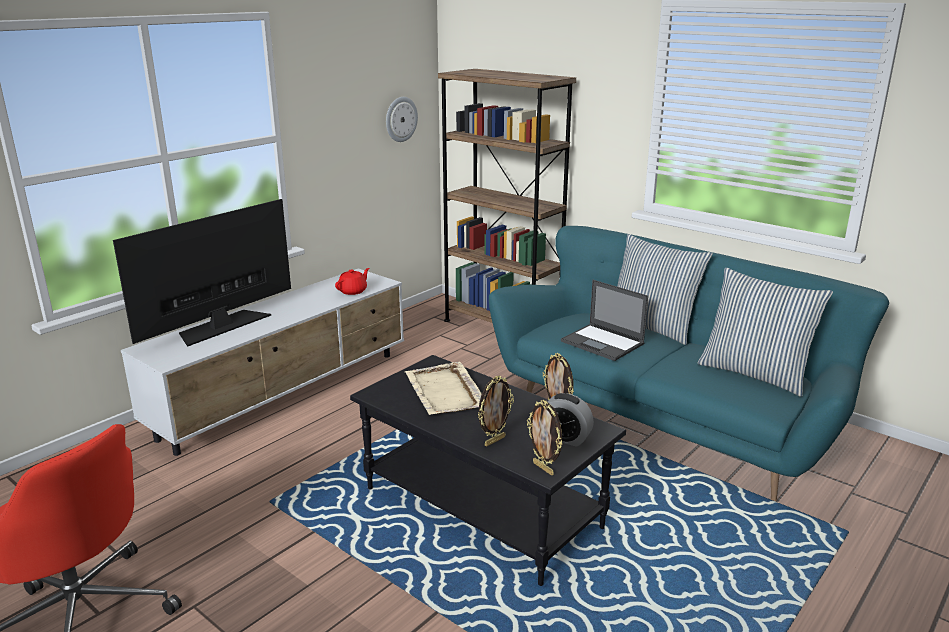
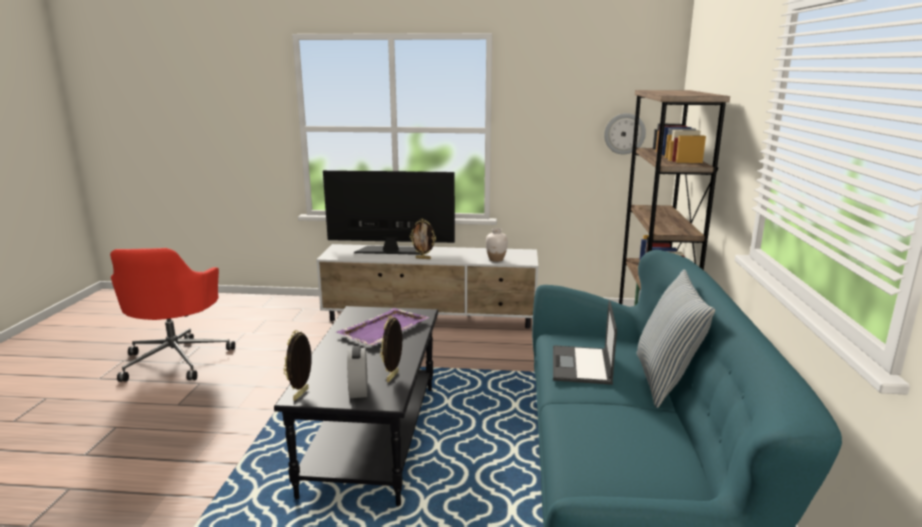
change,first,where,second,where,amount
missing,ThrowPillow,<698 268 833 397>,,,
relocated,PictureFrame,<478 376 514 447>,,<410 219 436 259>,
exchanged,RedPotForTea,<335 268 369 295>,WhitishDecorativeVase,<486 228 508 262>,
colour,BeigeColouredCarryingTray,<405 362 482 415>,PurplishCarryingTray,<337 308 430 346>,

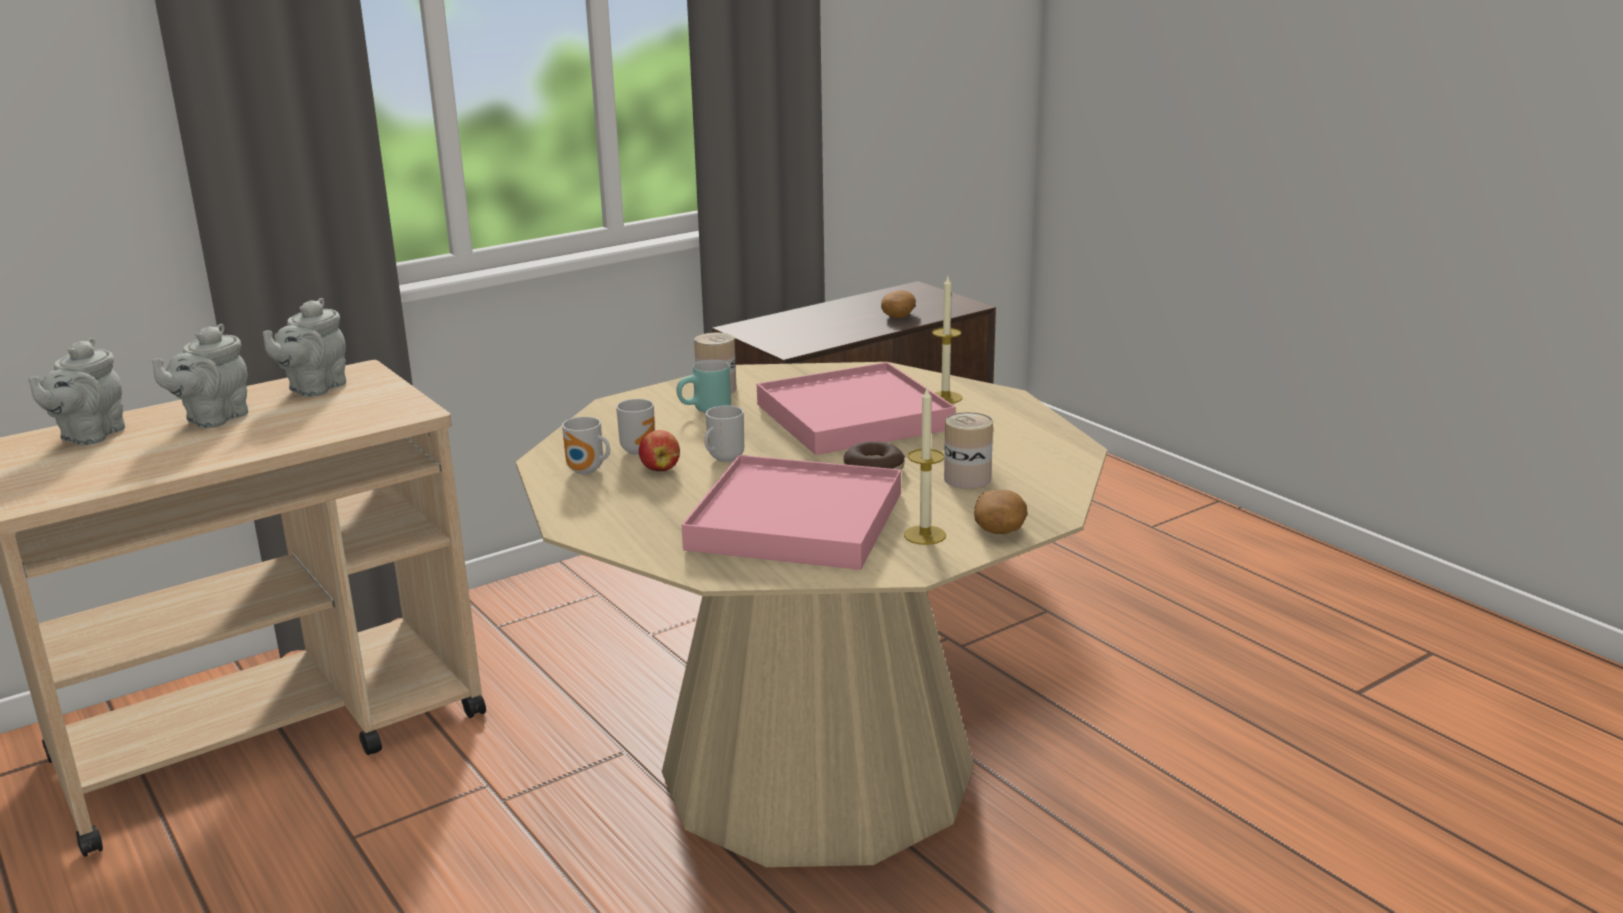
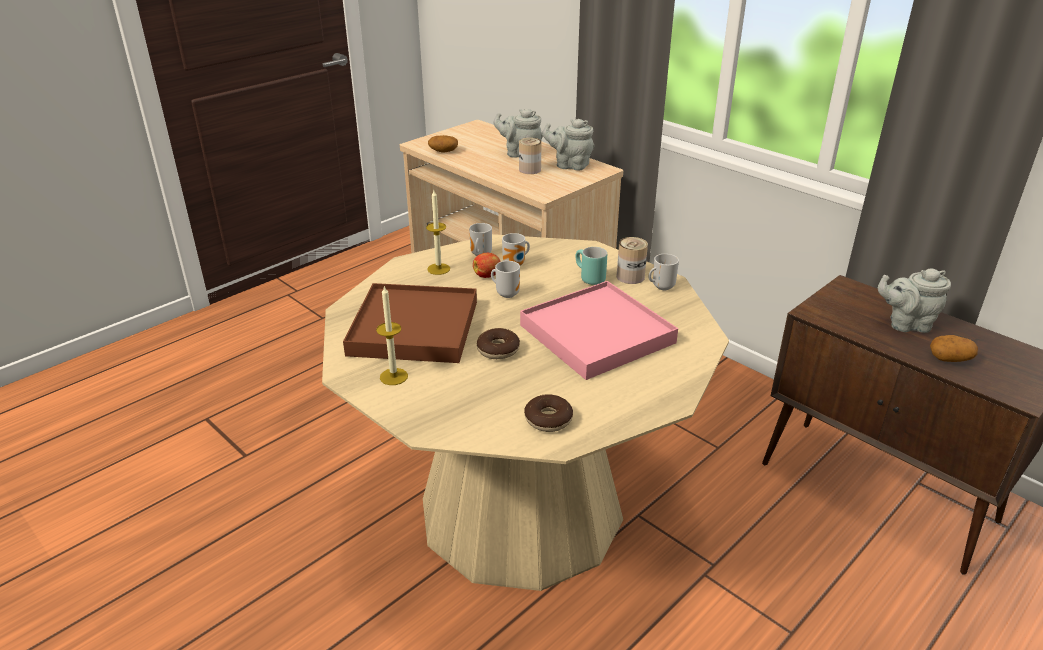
change,first,where,second,where,amount
appeared,,,Doughnut,<524 394 573 432>,
appeared,,,Mug,<648 254 679 290>,
relocated,GreyishPotForTea,<28 338 125 445>,,<878 268 951 333>,
relocated,WaxCandle,<932 277 962 404>,,<426 190 450 275>,
relocated,MetalCan,<944 412 993 489>,,<519 138 542 174>,
relocated,Spud,<974 490 1027 534>,,<428 135 458 153>,
colour,PinkishCarryingTray,<681 455 901 570>,BrownColouredCarryingTray,<343 283 477 363>,

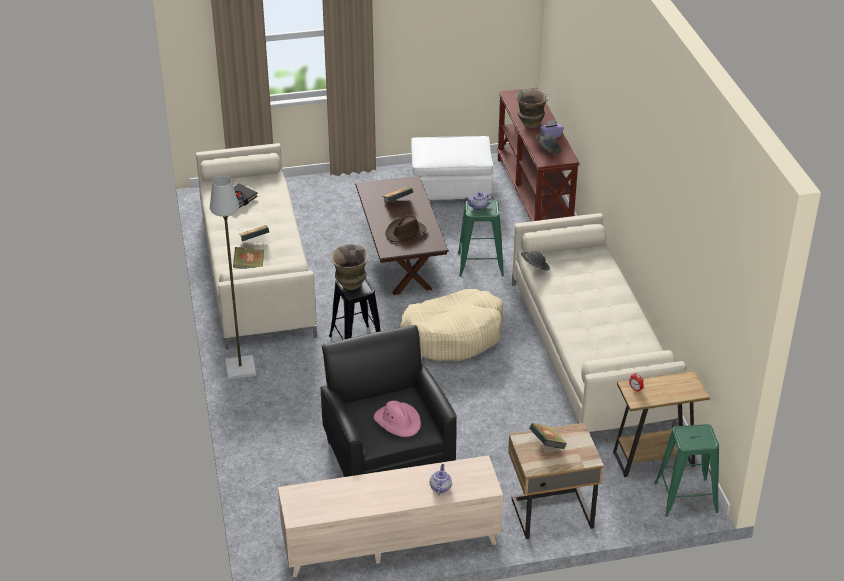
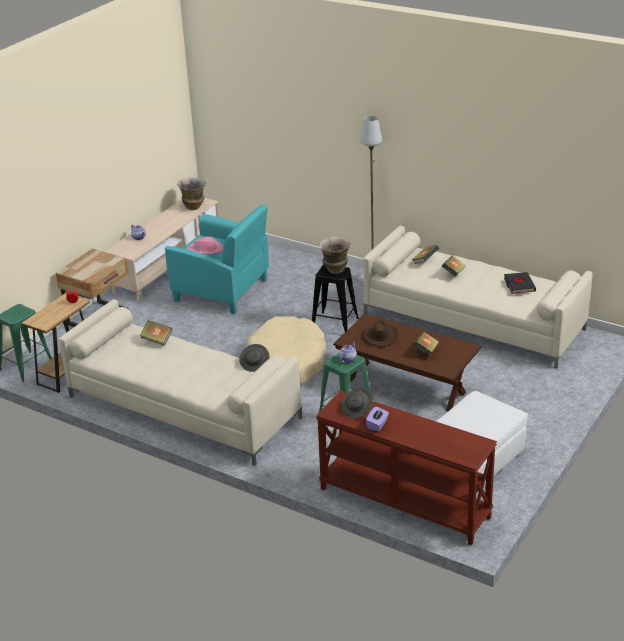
change,first,where,second,where,amount
relocated,DecorativeVase,<516 88 549 128>,,<177 177 206 210>,
relocated,Volume,<529 423 567 449>,,<140 320 172 346>,
colour,BlackishArmchair,<321 325 457 477>,BlueGreenArmchair,<165 205 269 314>,

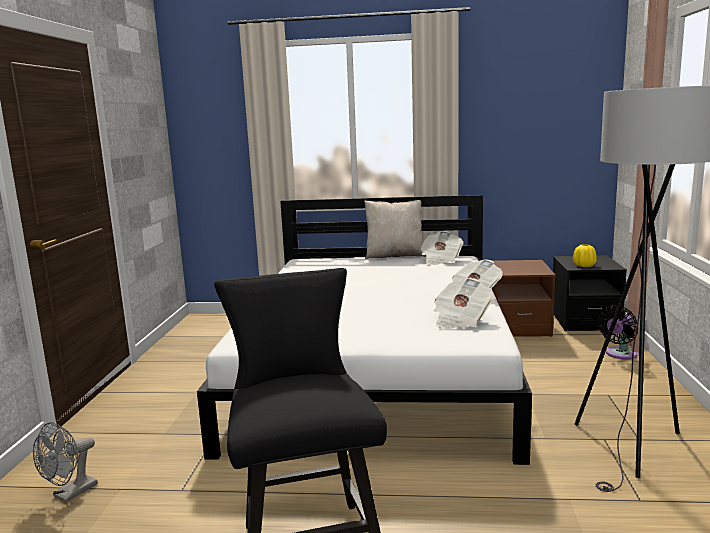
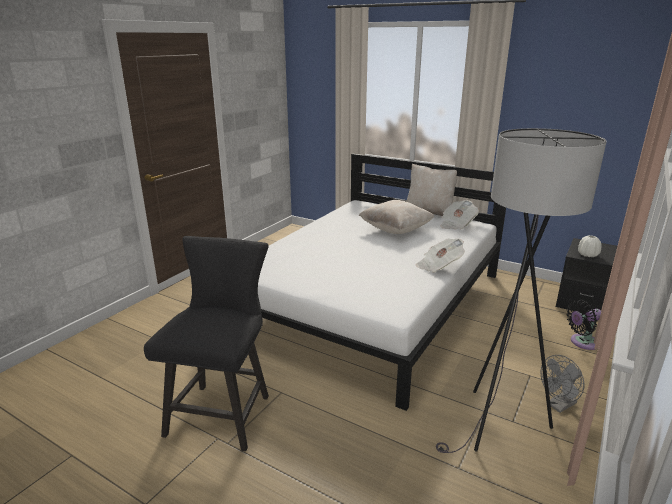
change,first,where,second,where,amount
missing,Newspaper,<434 278 494 329>,,,
missing,BrownColouredBedsideTable,<492 260 555 337>,,,
appeared,,,BeigeColouredThrowPillow,<359 200 434 234>,
relocated,GreyishElectricFan,<33 422 98 503>,,<541 355 584 413>,
colour,YellowColouredDecorativeVase,<573 244 597 267>,WhitishDecorativeVase,<578 235 601 257>,

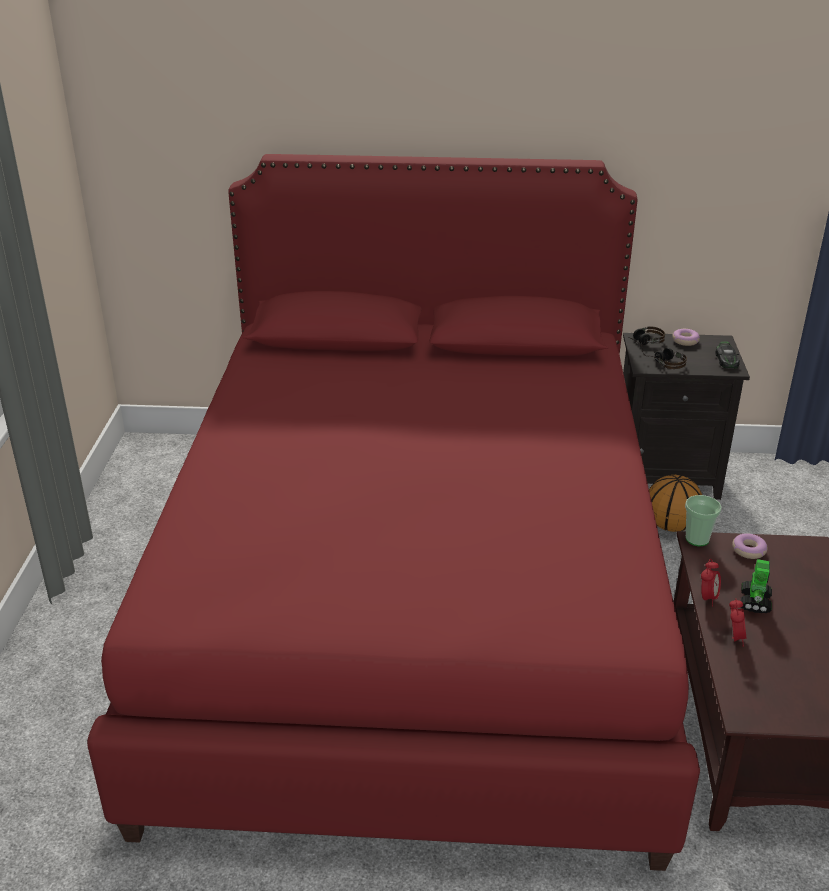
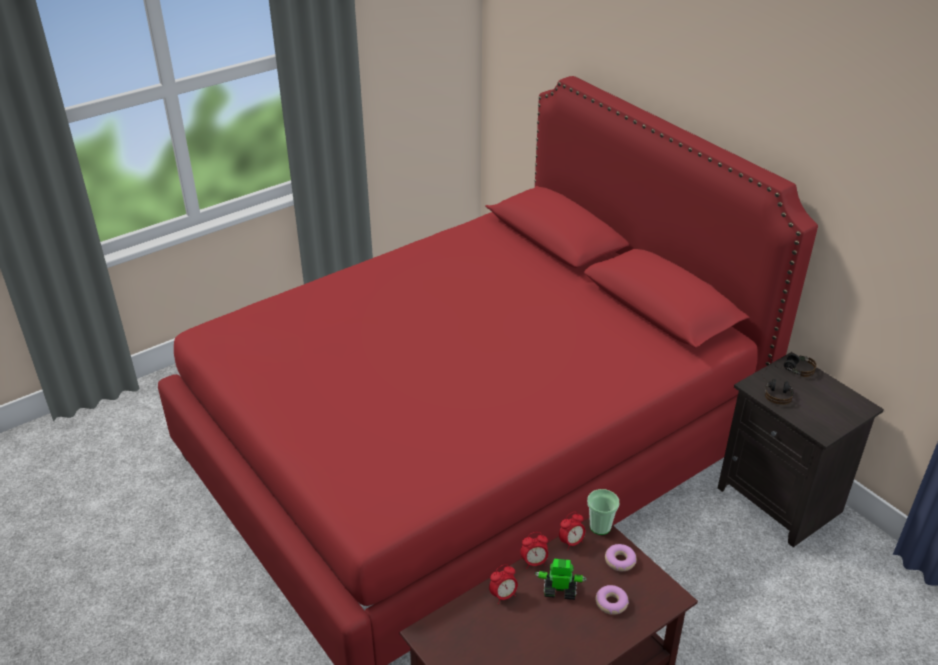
change,first,where,second,where,amount
missing,BasketballBall,<649 475 702 532>,,,
missing,ModelCar,<715 341 740 369>,,,
appeared,,,BedsideClock,<559 512 585 550>,
relocated,Doughnut,<672 329 700 346>,,<596 585 629 615>,
spun,RobotFigure,<741 559 772 613>,,<535 558 586 600>,150 degrees counterclockwise

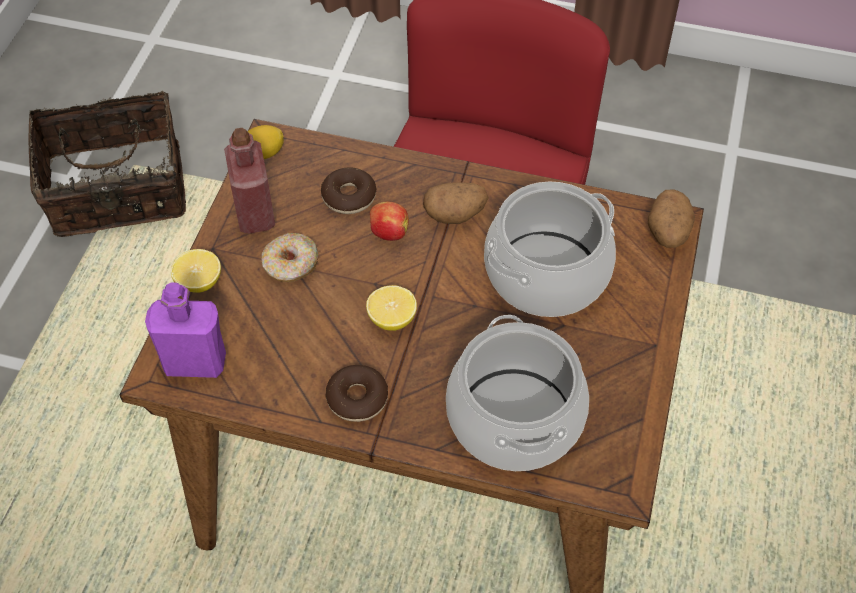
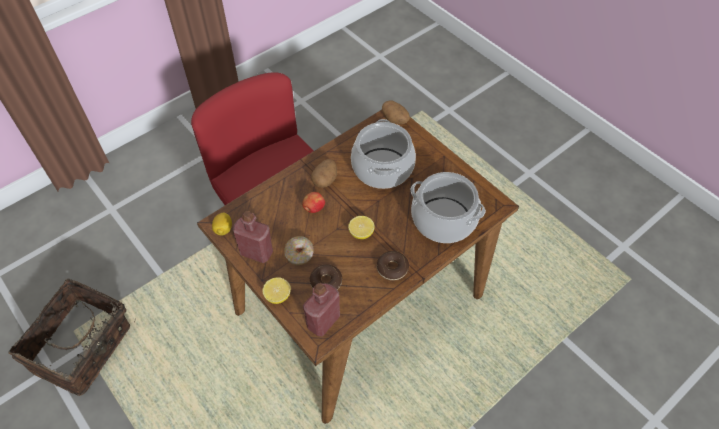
change,first,where,second,where,amount
relocated,Doughnut,<321 167 376 214>,,<309 264 342 290>,
colour,PurplishDrinkBottle,<145 283 226 378>,RedDrinkBottle,<303 283 340 336>,

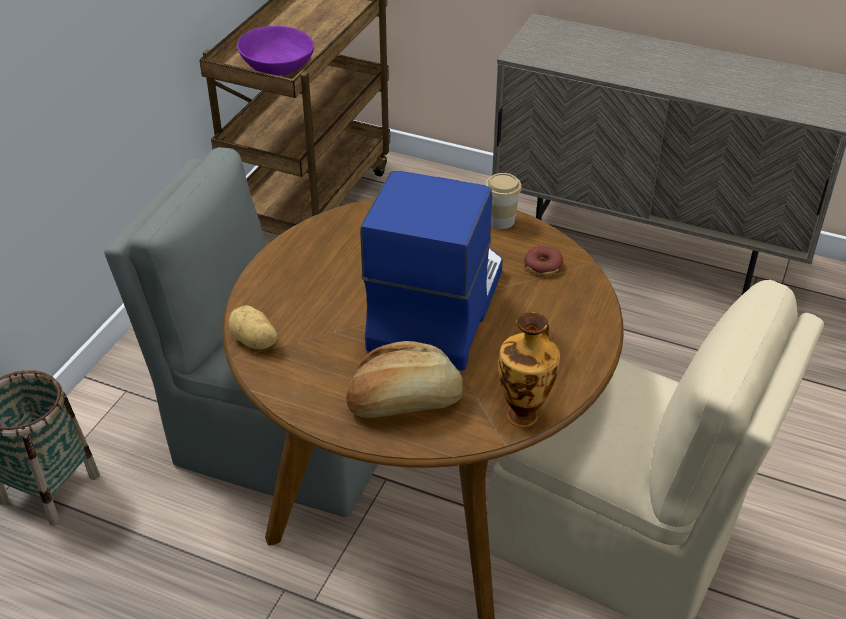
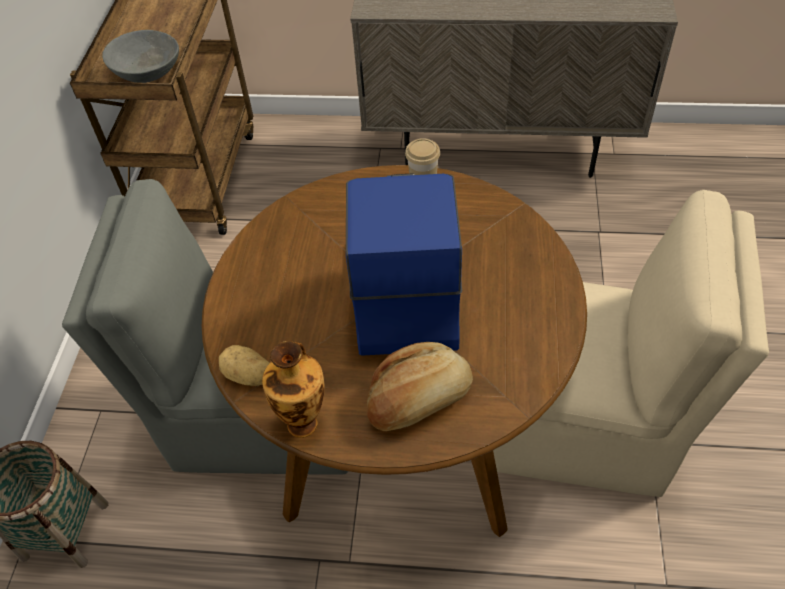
change,first,where,second,where,amount
missing,Doughnut,<524 246 563 276>,,,
relocated,DecorativeVase,<499 312 560 427>,,<262 341 325 438>,
colour,PurplishDeepDish,<237 26 314 76>,GreyishDeepDish,<102 30 179 83>,

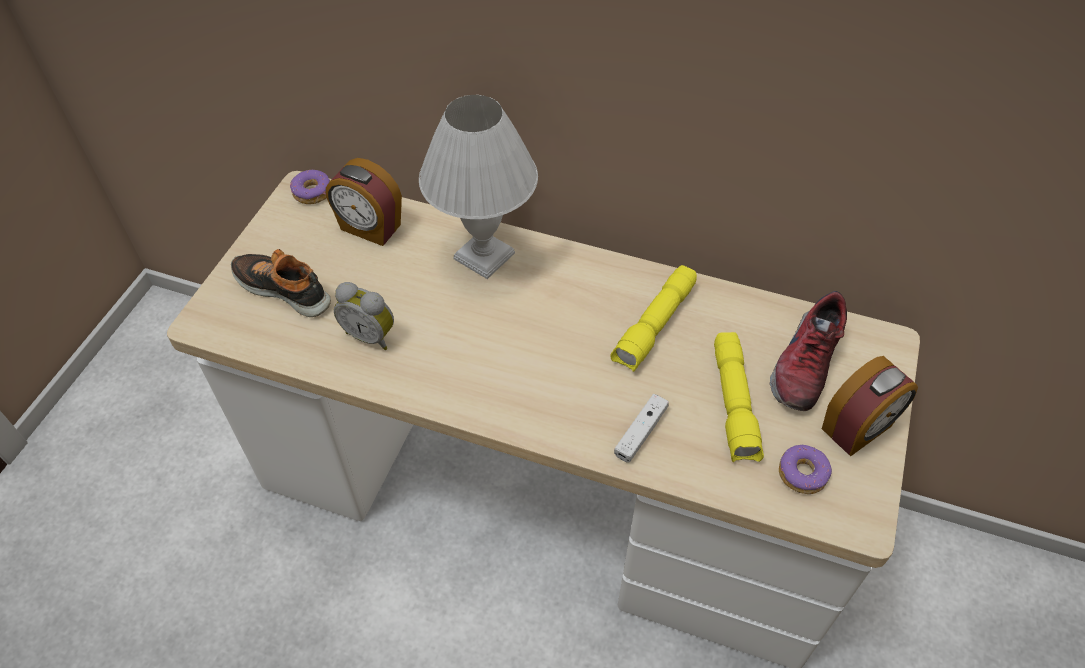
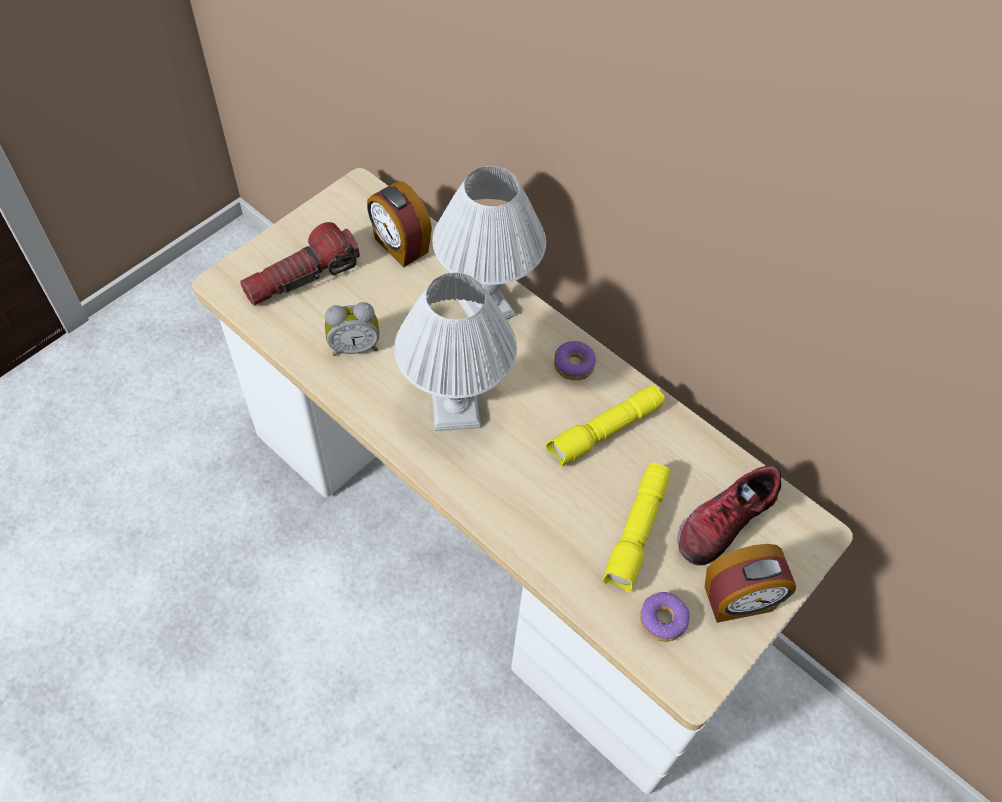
change,first,where,second,where,amount
missing,WhitishGamepad,<614 394 669 463>,,,
appeared,,,WhitishLampForATable,<394 273 517 431>,
relocated,Doughnut,<290 170 330 204>,,<554 341 596 381>,
exchanged,LowShoe,<231 249 331 317>,Flashlight,<240 222 360 306>,
spun,BedsideClock,<334 282 394 350>,,<325 302 379 356>,60 degrees counterclockwise

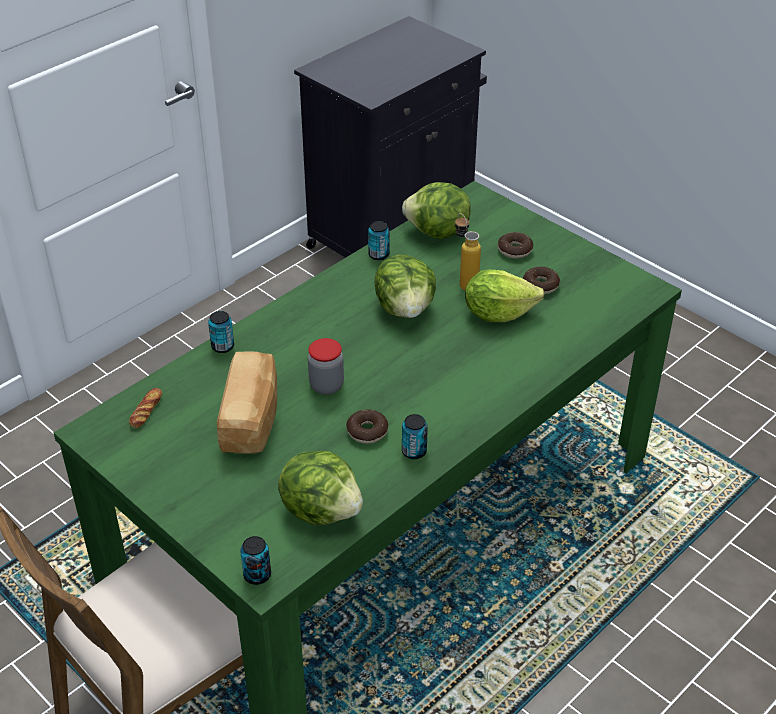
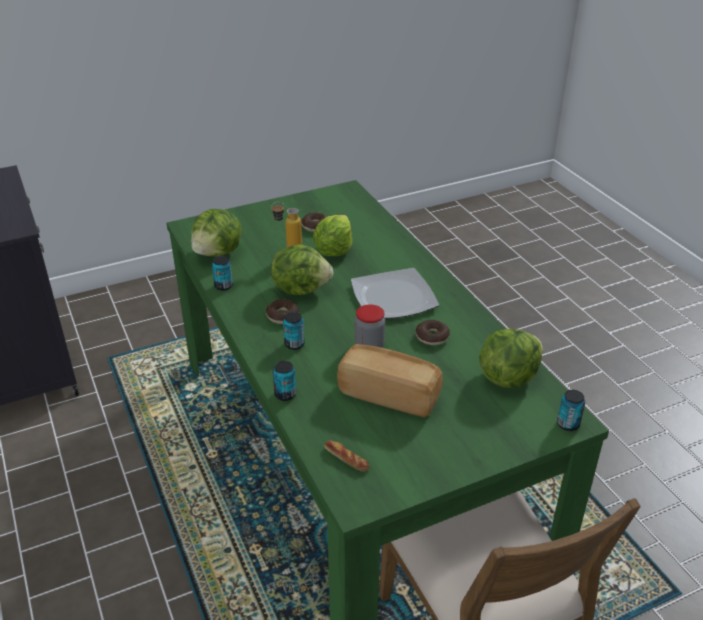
change,first,where,second,where,amount
appeared,,,DinnerPlate,<351 268 439 319>,
relocated,MetalCan,<402 414 428 459>,,<283 312 305 350>,
relocated,Doughnut,<498 232 533 258>,,<266 299 299 324>,

